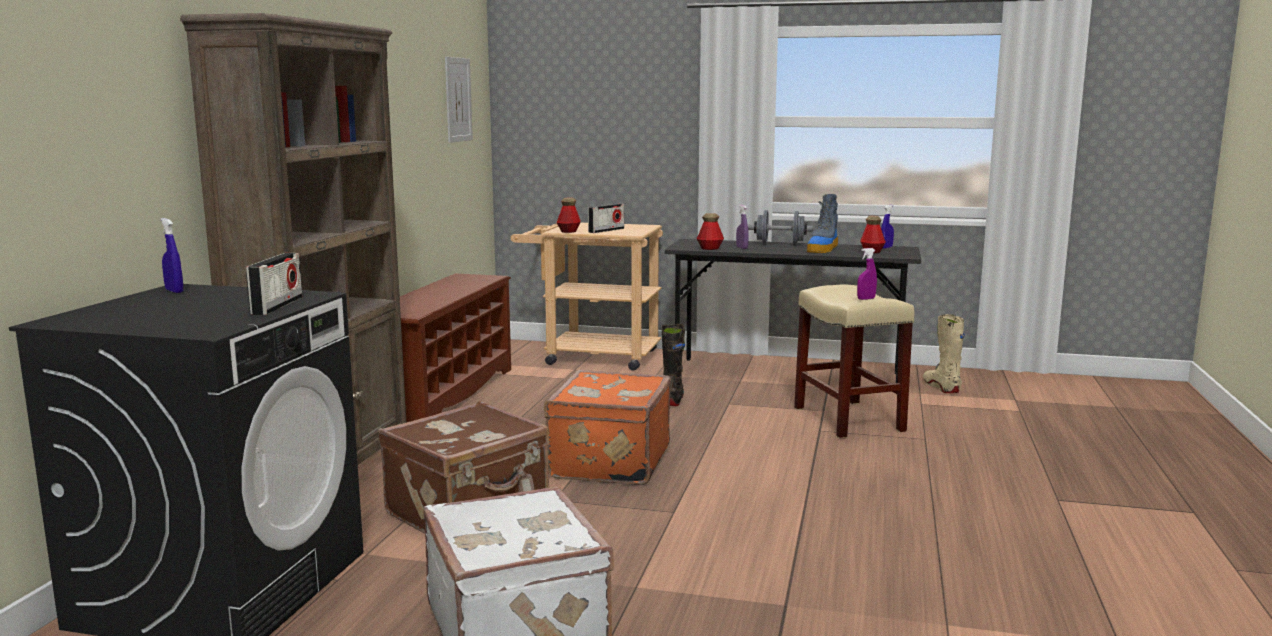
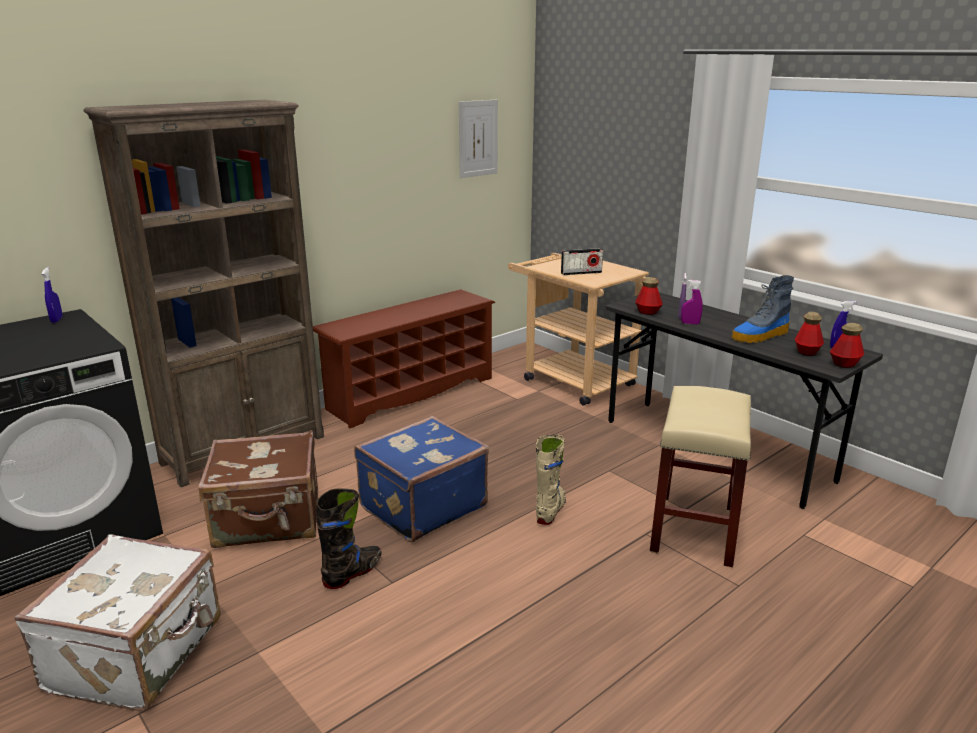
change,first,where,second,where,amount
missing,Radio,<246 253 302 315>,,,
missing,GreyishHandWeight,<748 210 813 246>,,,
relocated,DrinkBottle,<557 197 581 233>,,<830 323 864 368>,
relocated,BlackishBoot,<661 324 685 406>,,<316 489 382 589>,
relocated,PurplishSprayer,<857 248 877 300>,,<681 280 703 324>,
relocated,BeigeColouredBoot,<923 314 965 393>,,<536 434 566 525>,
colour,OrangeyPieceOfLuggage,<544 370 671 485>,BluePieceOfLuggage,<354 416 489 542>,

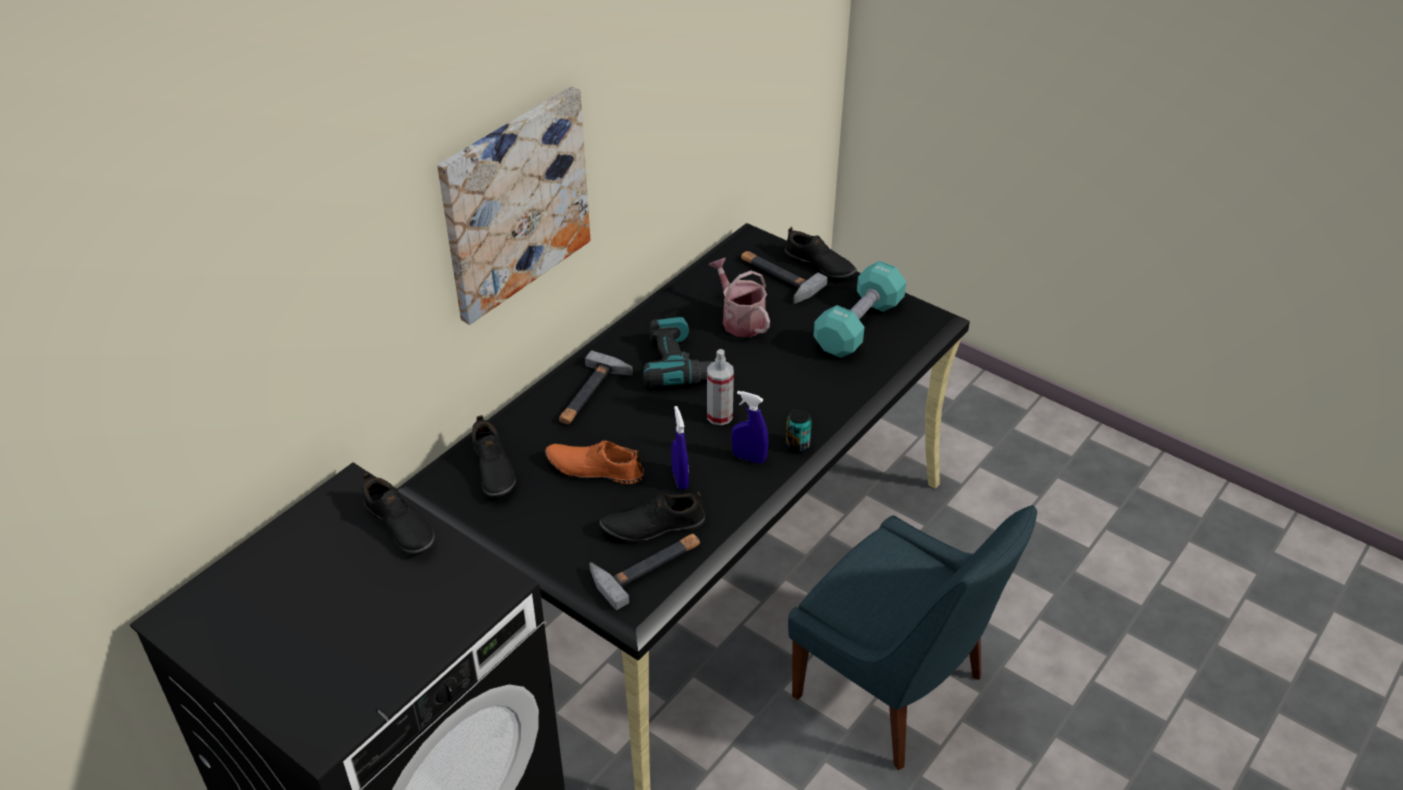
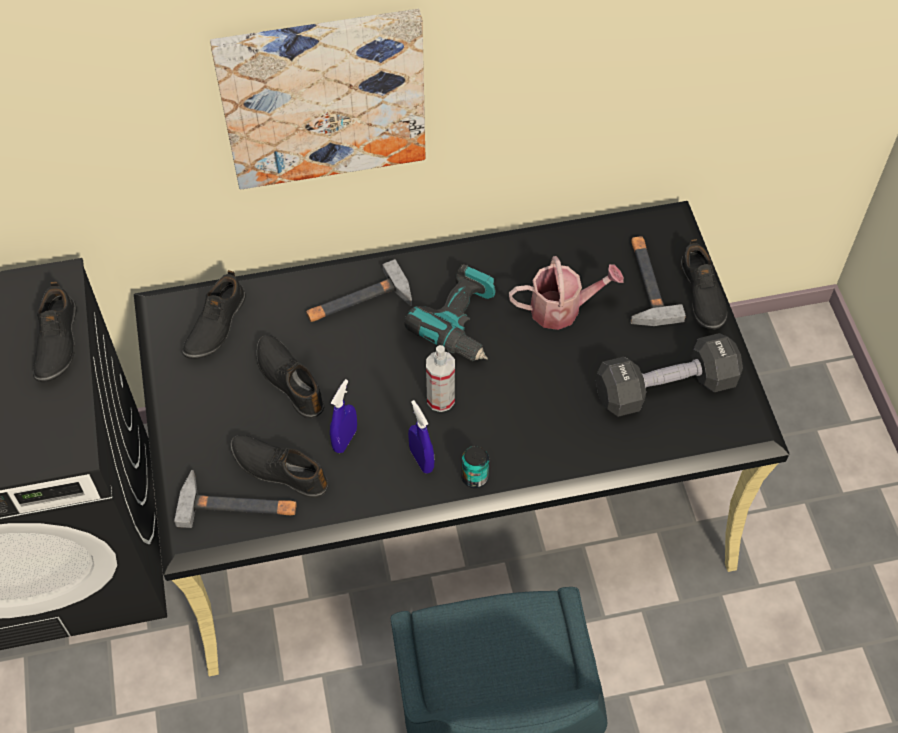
change,first,where,second,where,amount
colour,OrangeyLowShoe,<545 441 644 484>,BlackishLowShoe,<256 335 324 418>,
colour,BlueGreenHandWeight,<813 261 906 358>,BlackishHandWeight,<596 333 743 417>,
spun,SprinklingCan,<709 258 770 337>,,<509 256 624 330>,75 degrees clockwise

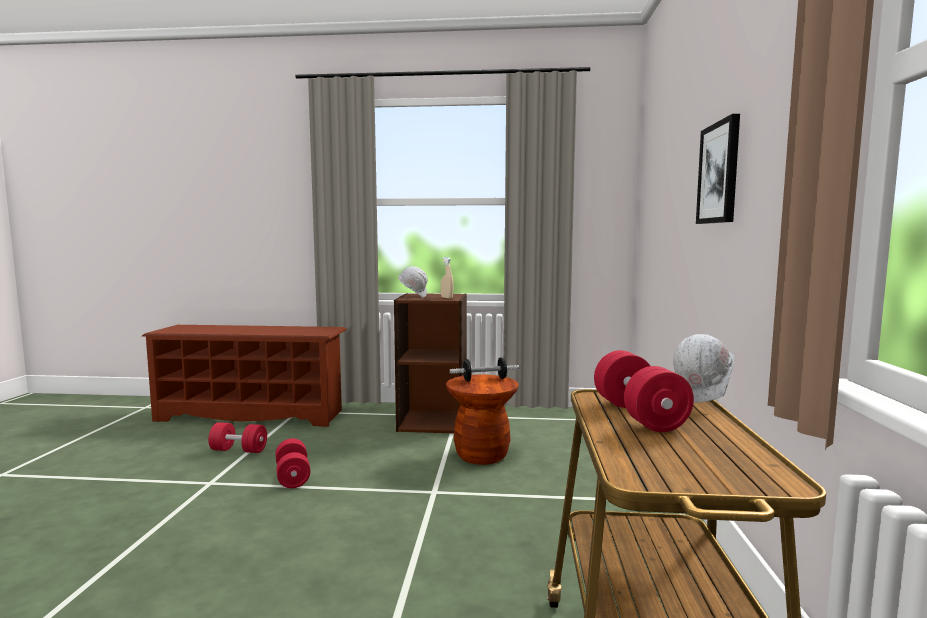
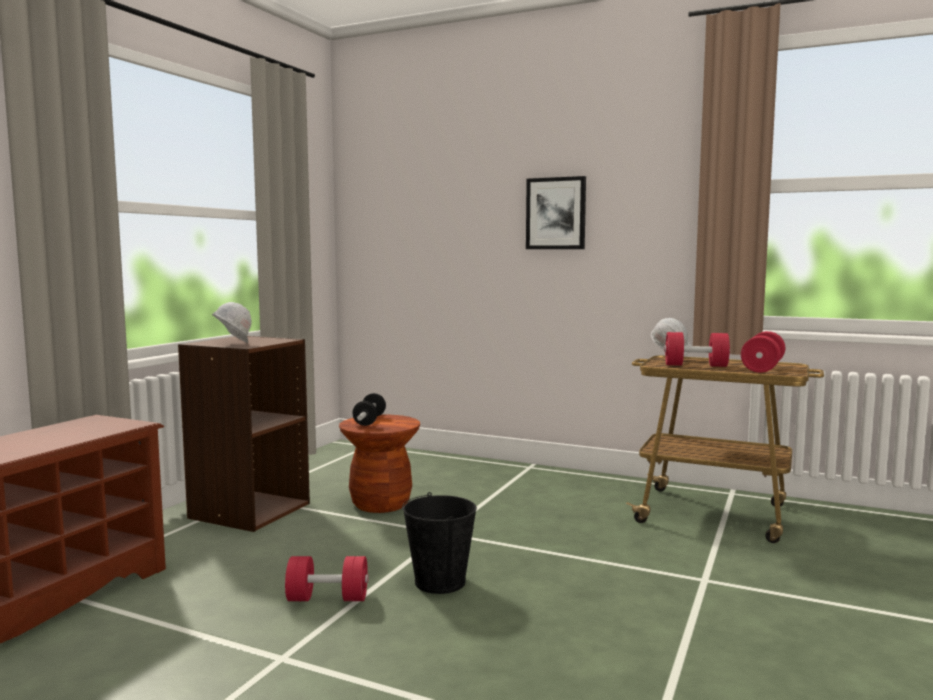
change,first,where,second,where,amount
missing,BeigeColouredSprayer,<441 257 453 299>,,,
appeared,,,BlackishBucket,<402 492 477 594>,
relocated,RedHandWeight,<208 422 267 453>,,<741 331 785 373>,

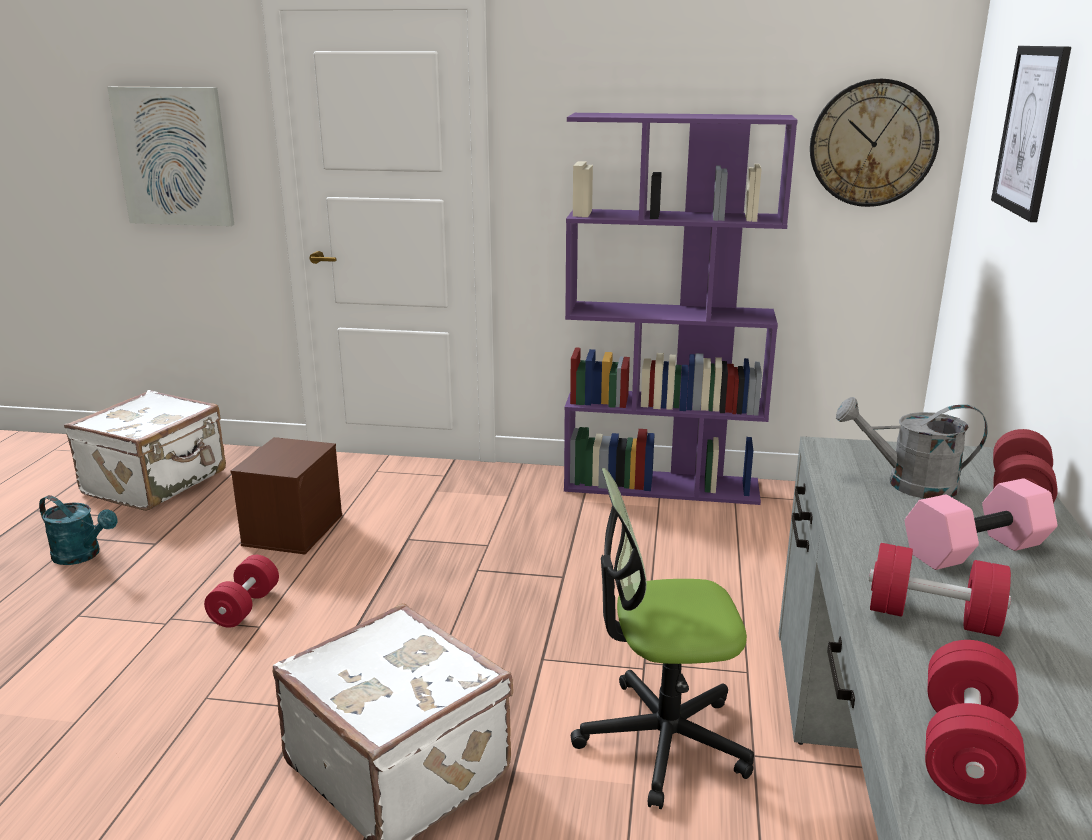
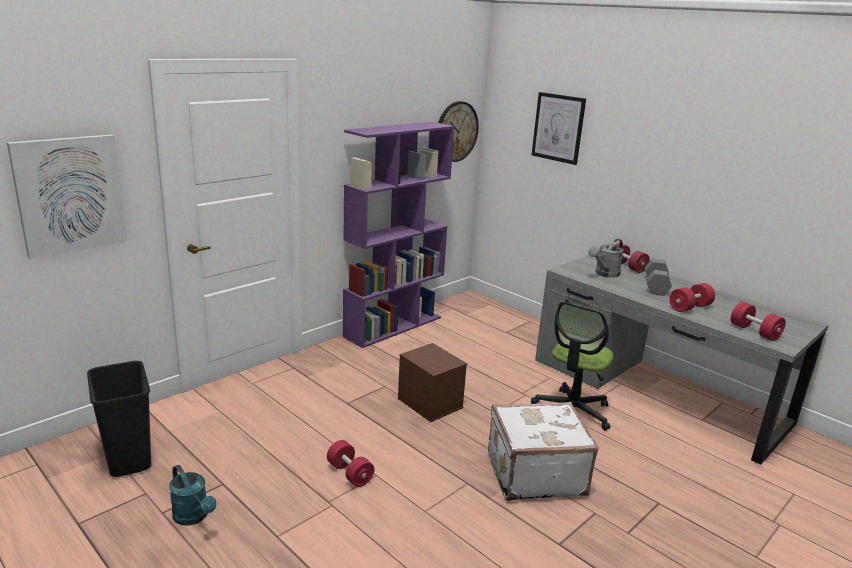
change,first,where,second,where,amount
relocated,BrownColouredStorageBox,<230 437 342 555>,,<398 343 467 422>,
exchanged,WhitishPieceOfLuggage,<64 390 226 511>,BlackishRubbishBin,<87 361 151 477>,
colour,PinkishHandWeight,<905 478 1058 570>,GreyishHandWeight,<645 258 672 296>,
spun,BlueGreenSprinklingCan,<39 495 117 565>,,<169 465 216 526>,75 degrees clockwise

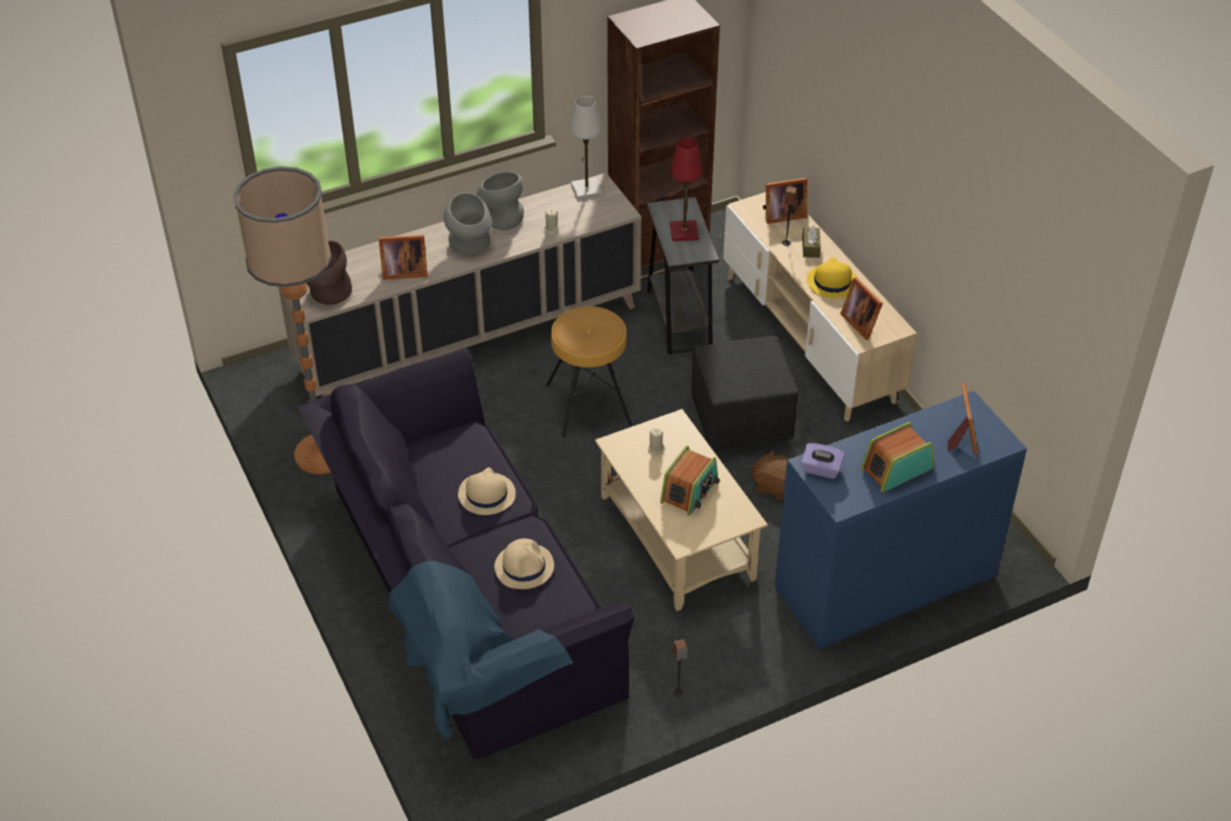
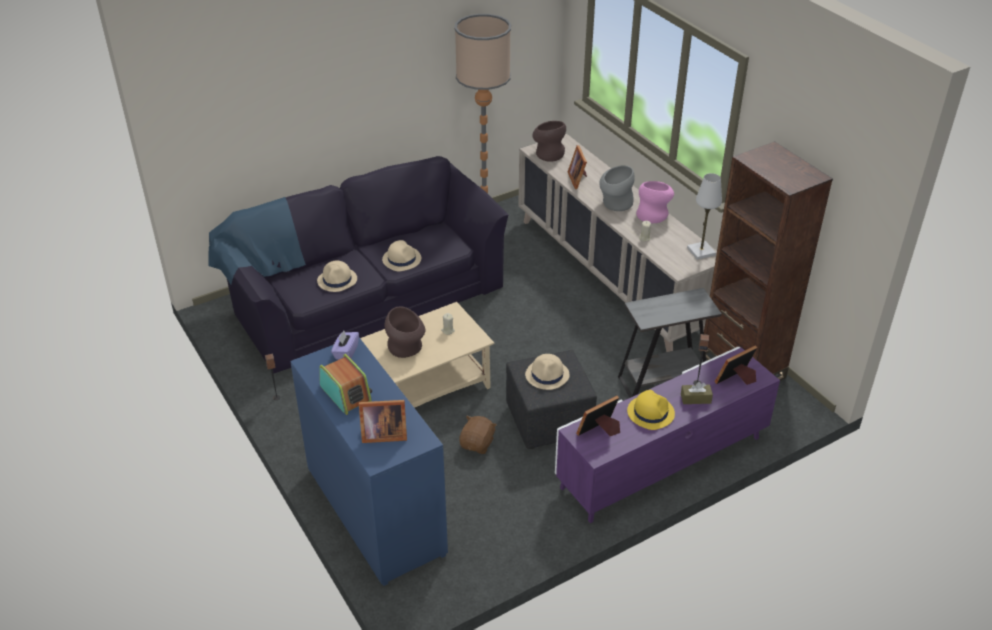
change,first,where,second,where,amount
missing,BrownColouredSittingStool,<546 306 632 437>,,,
missing,RedLampForATable,<670 138 702 241>,,,
appeared,,,BeigeColouredWearableHat,<525 354 570 390>,
exchanged,Radio,<660 446 720 515>,BrownColouredDecorativeVase,<384 307 425 358>,
colour,GreyishDecorativeVase,<477 172 524 230>,PinkishDecorativeVase,<636 181 674 223>,
colour,BeigeColouredMediaConsole,<723 192 917 422>,PurplishMediaConsole,<555 347 780 523>,
spun,PictureFrame,<763 178 807 224>,,<715 346 757 385>,75 degrees clockwise

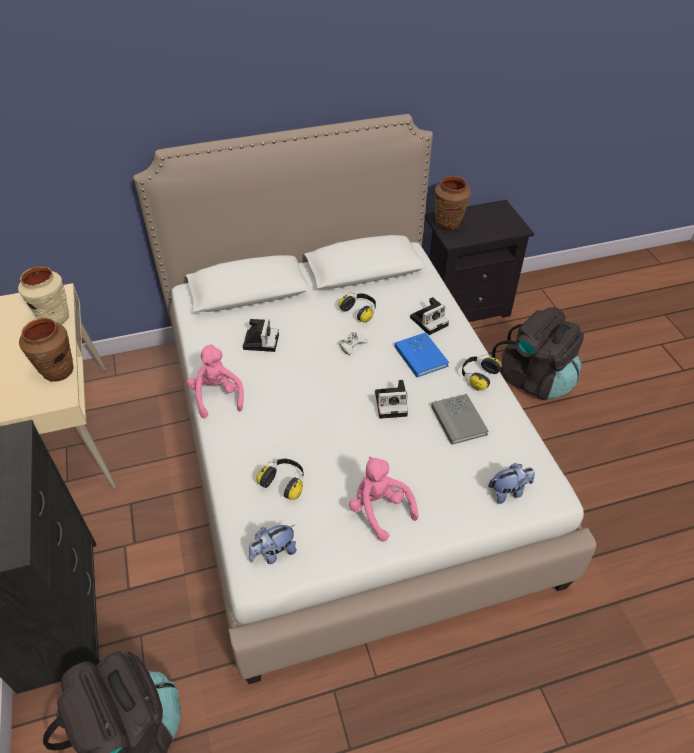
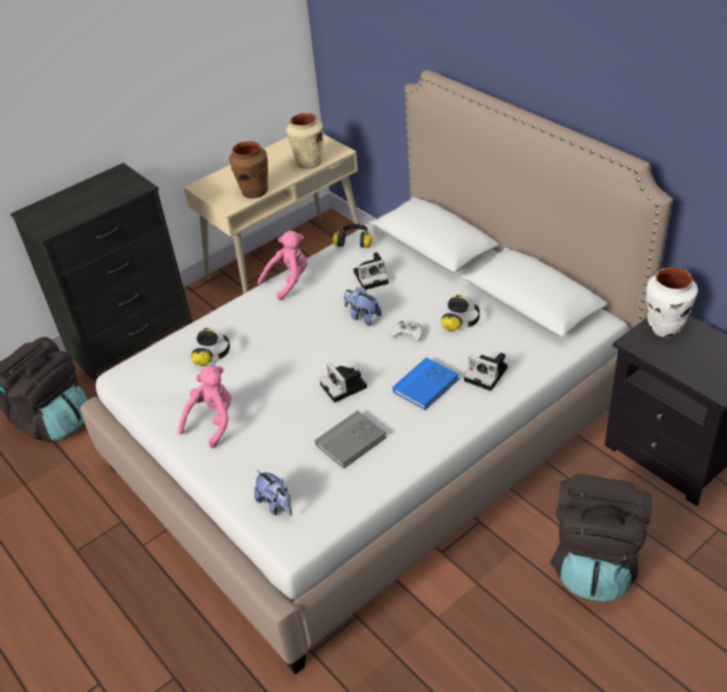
change,first,where,second,where,amount
relocated,CuddlyToy,<249 525 297 564>,,<344 287 382 326>,
relocated,Headset,<462 354 501 390>,,<333 224 372 248>,
colour,BrownColouredDecorativeVase,<435 176 471 230>,WhitishDecorativeVase,<646 267 698 338>,

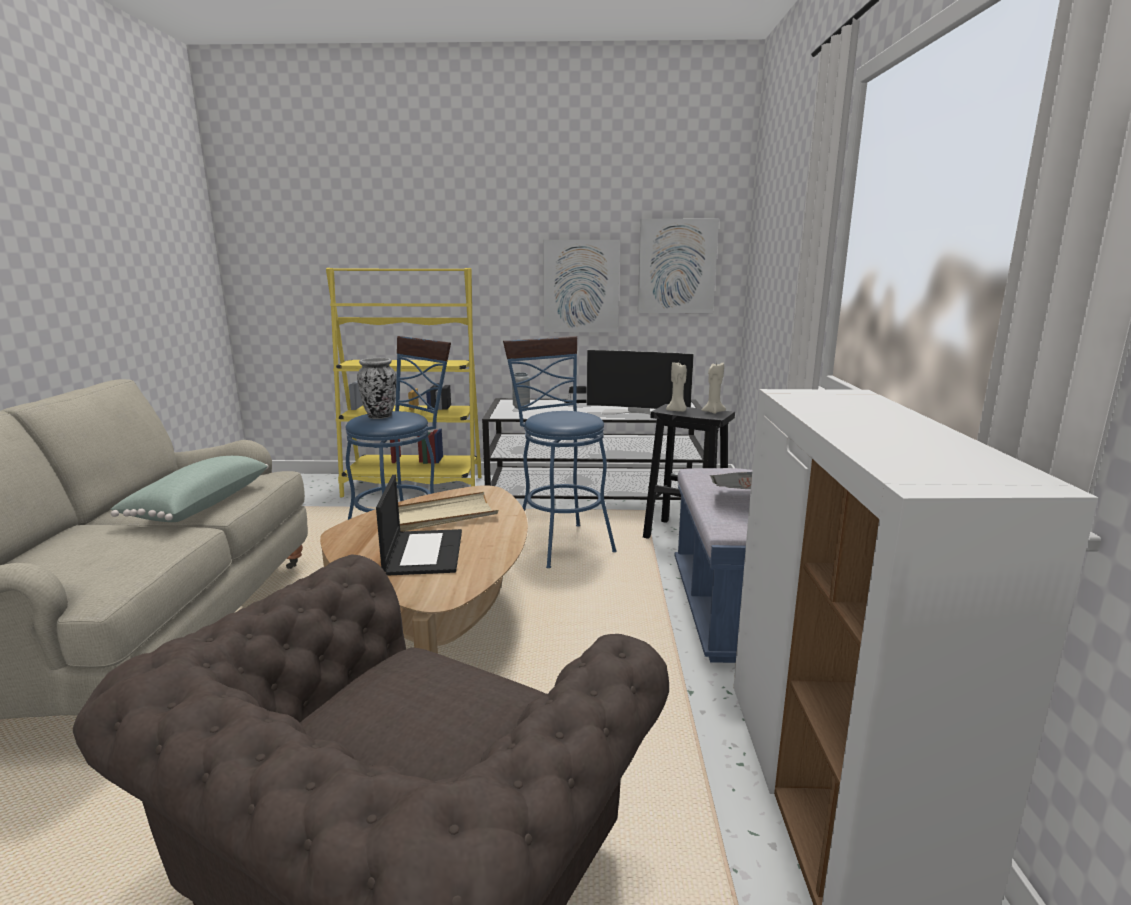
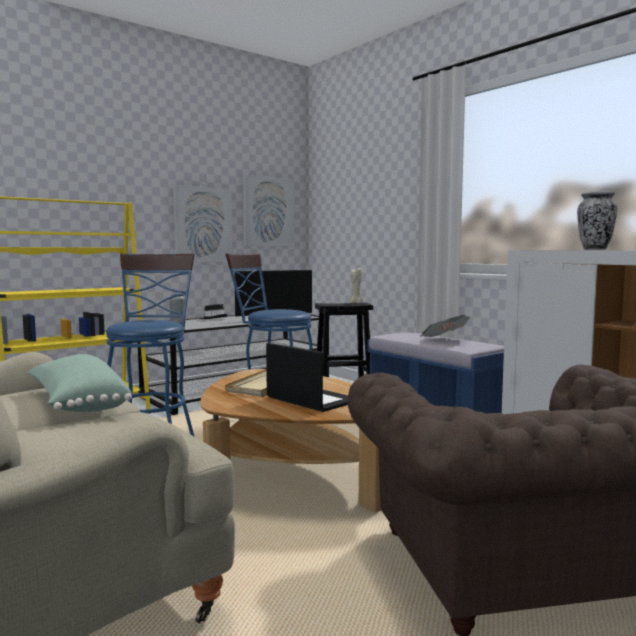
change,first,where,second,where,amount
missing,BeigeColouredWaxCandle,<666 362 687 412>,,,
relocated,DecorativeVase,<357 358 396 419>,,<577 191 617 250>,

